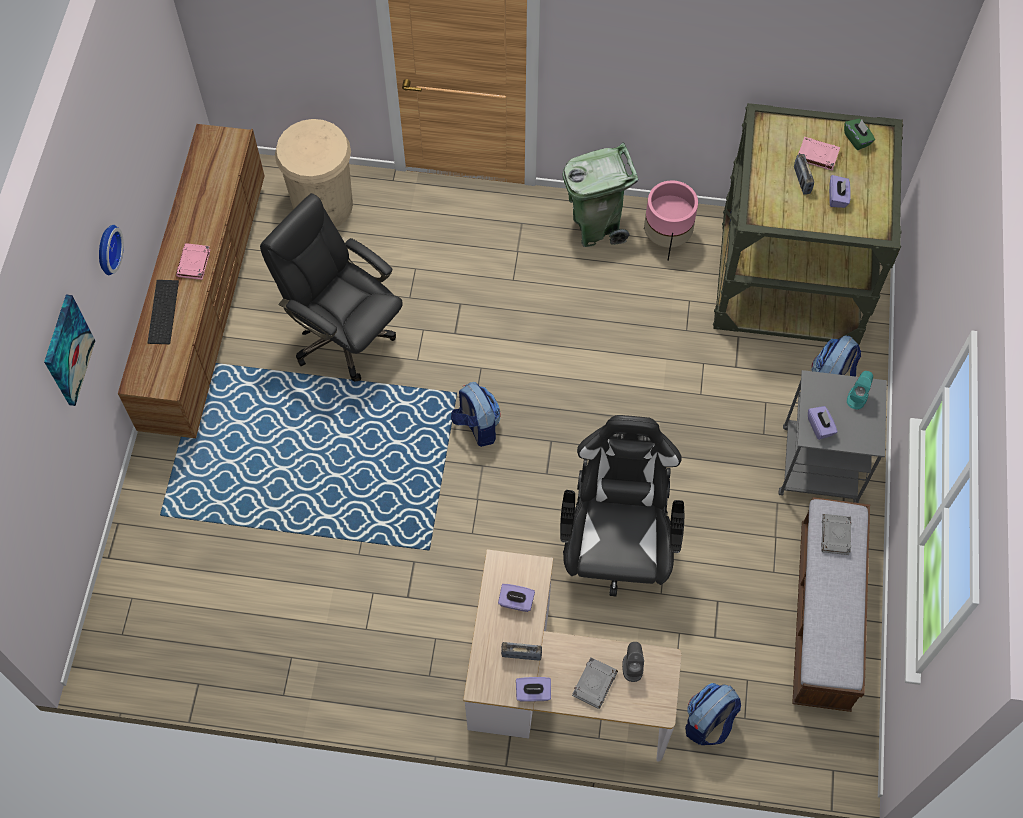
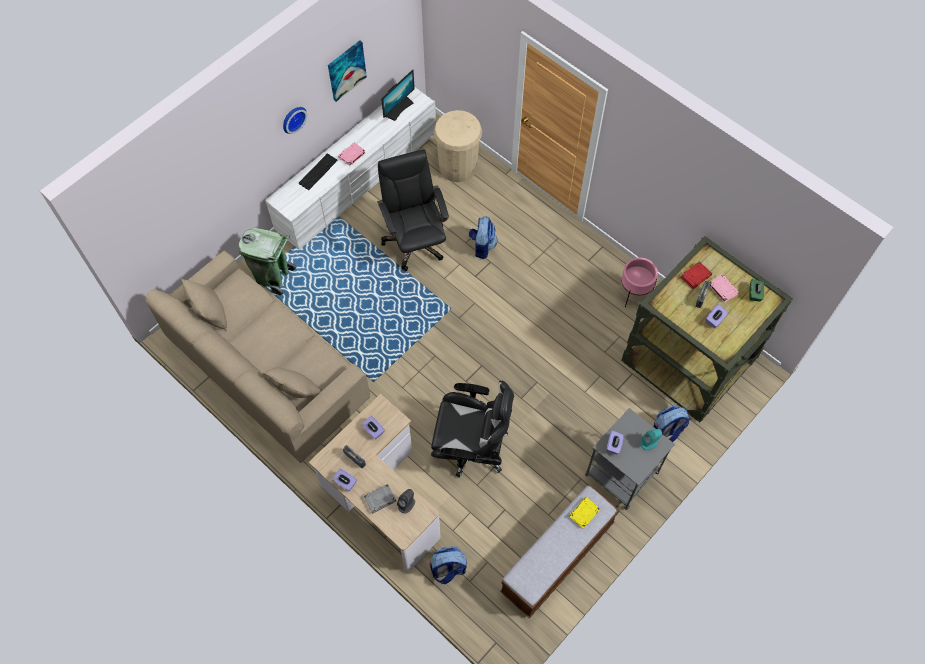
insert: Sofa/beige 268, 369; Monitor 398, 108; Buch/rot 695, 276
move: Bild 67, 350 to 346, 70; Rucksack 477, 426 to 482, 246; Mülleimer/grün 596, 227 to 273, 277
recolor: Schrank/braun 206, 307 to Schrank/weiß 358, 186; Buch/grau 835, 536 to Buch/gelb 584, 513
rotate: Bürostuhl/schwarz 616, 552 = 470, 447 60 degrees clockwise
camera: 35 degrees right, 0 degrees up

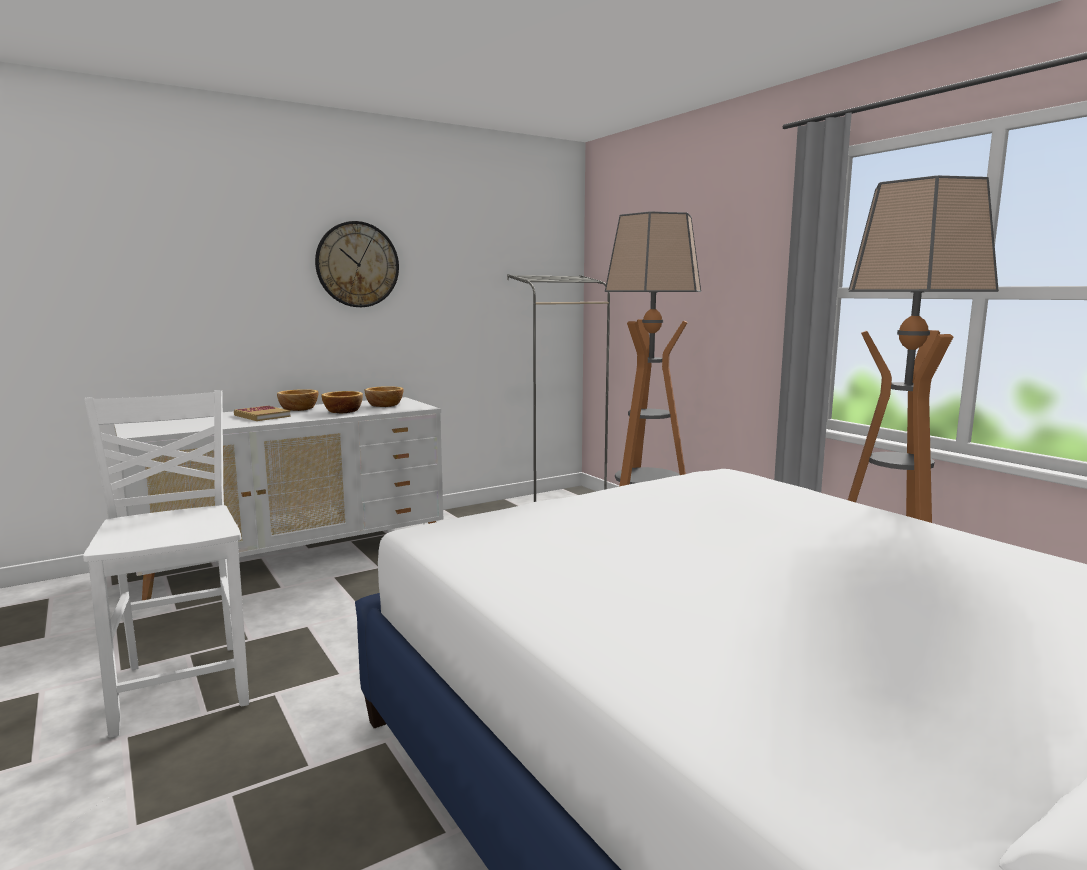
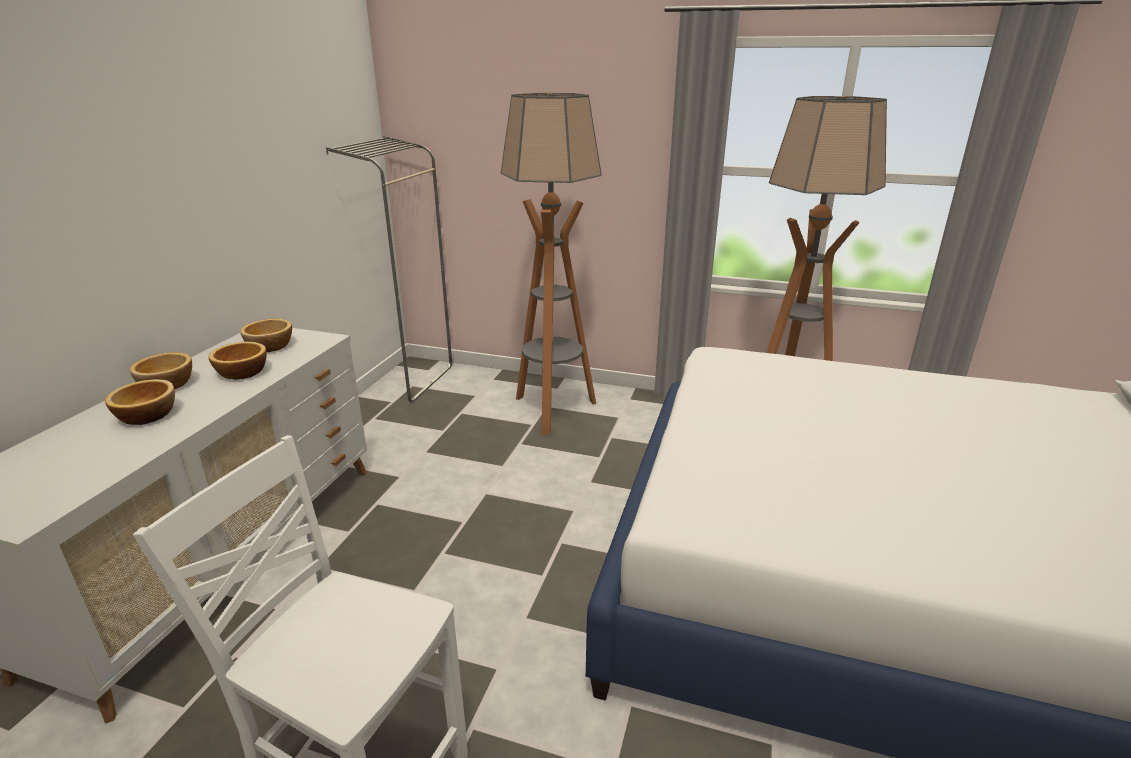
delete: Wanduhr 357, 264
replace: Buch 262, 416 to Schüssel 146, 415
camera: 40 degrees left, 15 degrees up

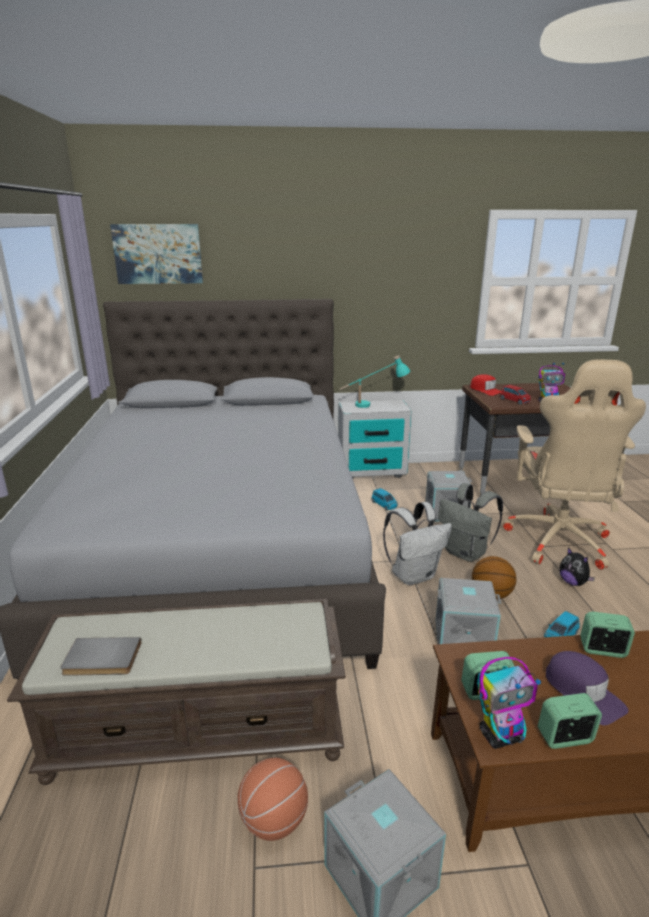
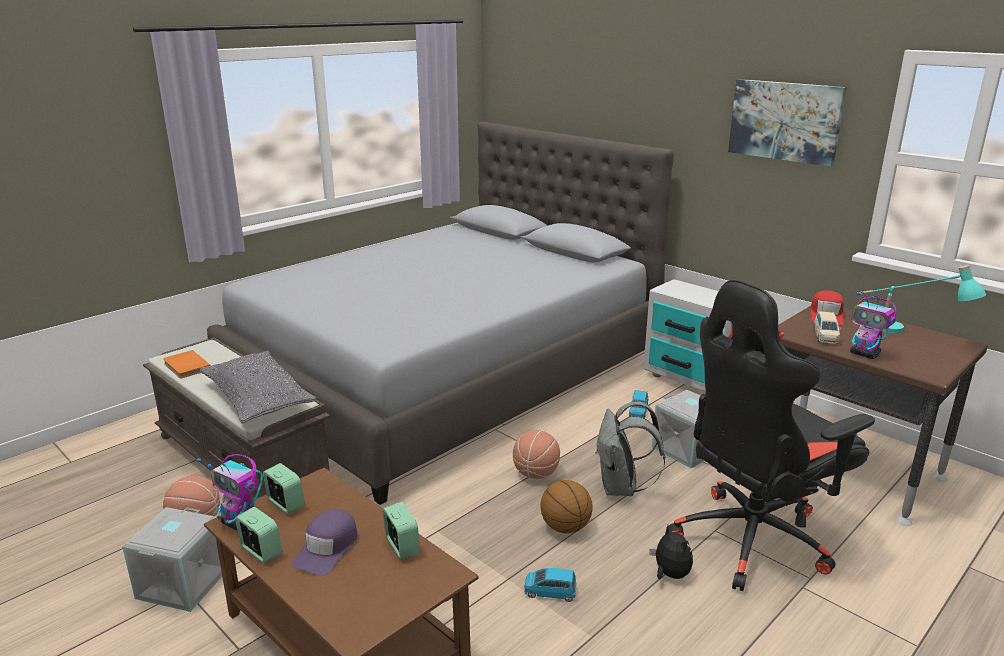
delete: Aufbewahrungsbox/grau 463, 637
insert: Kissen/grau 258, 399
move: Bild 158, 254 to 785, 121; Tischlampe/türkis 373, 405 to 908, 334
replace: Rucksack/weiß 414, 575 to Basketball 536, 474
recolor: Buch/grau 101, 660 to Buch/orange 185, 367; Spielzeugauto/rot 514, 400 to Spielzeugauto/beige 825, 336; Bürostuhl/beige 556, 536 to Bürostuhl/schwarz 760, 535
rotate: Plüschtier 573, 582 = 670, 574 135 degrees clockwise
camera: 50 degrees right, 0 degrees up

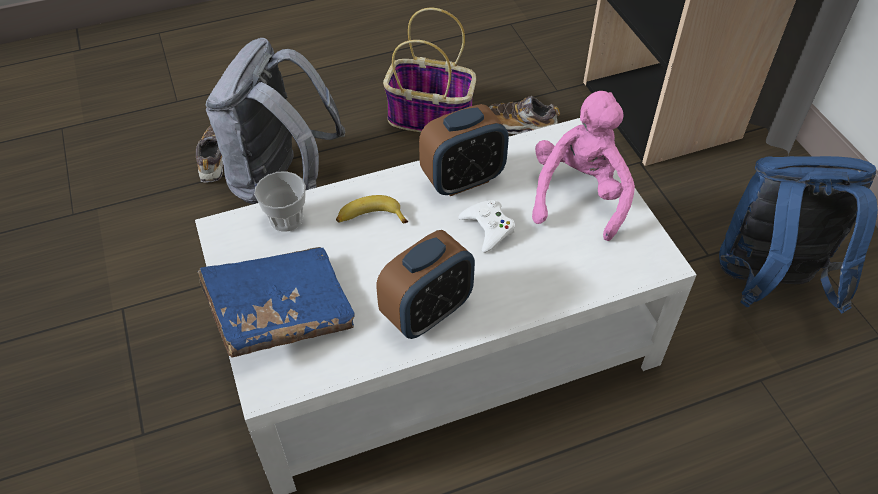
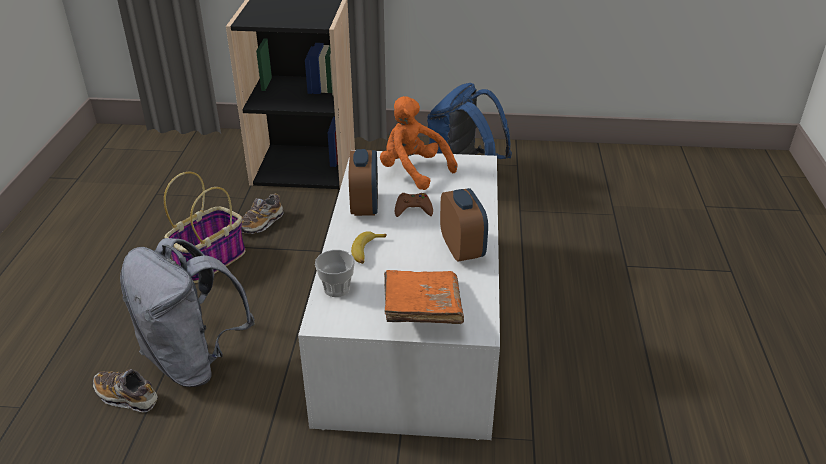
recolor: Buch/blau 281, 313 to Buch/orange 421, 310; Gamepad/weiß 488, 228 to Gamepad/braun 413, 209; Plüschtier/rosa 579, 195 to Plüschtier/orange 413, 171
camera: 65 degrees left, 15 degrees down

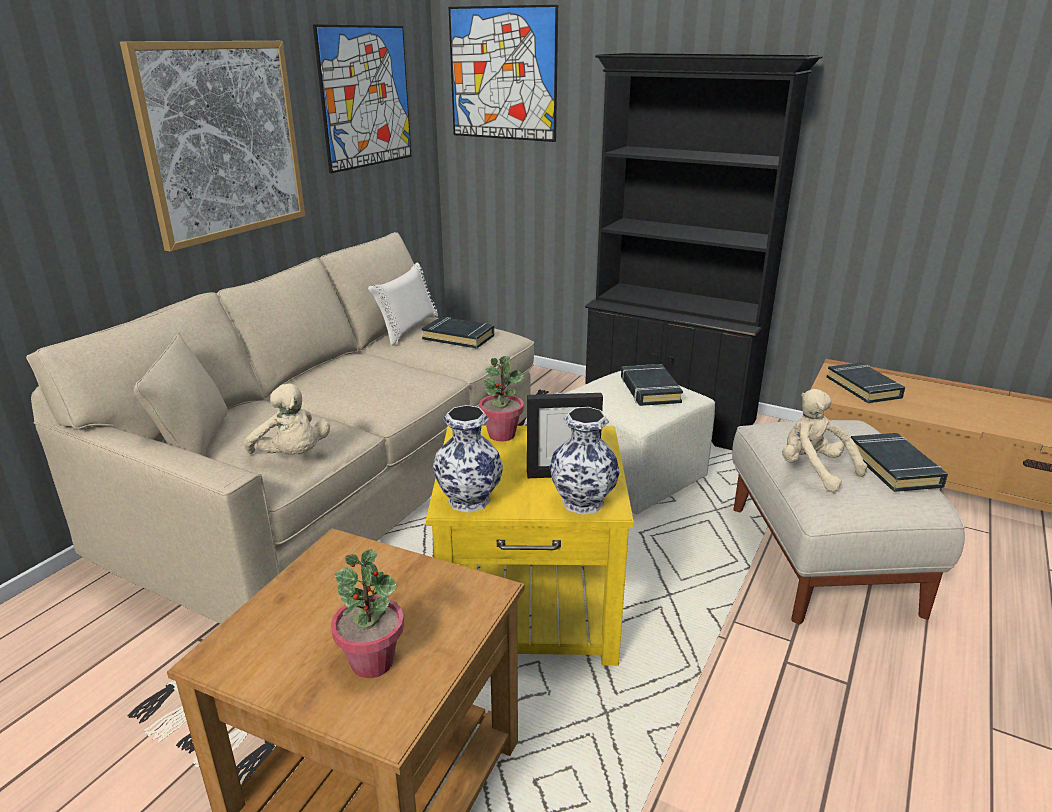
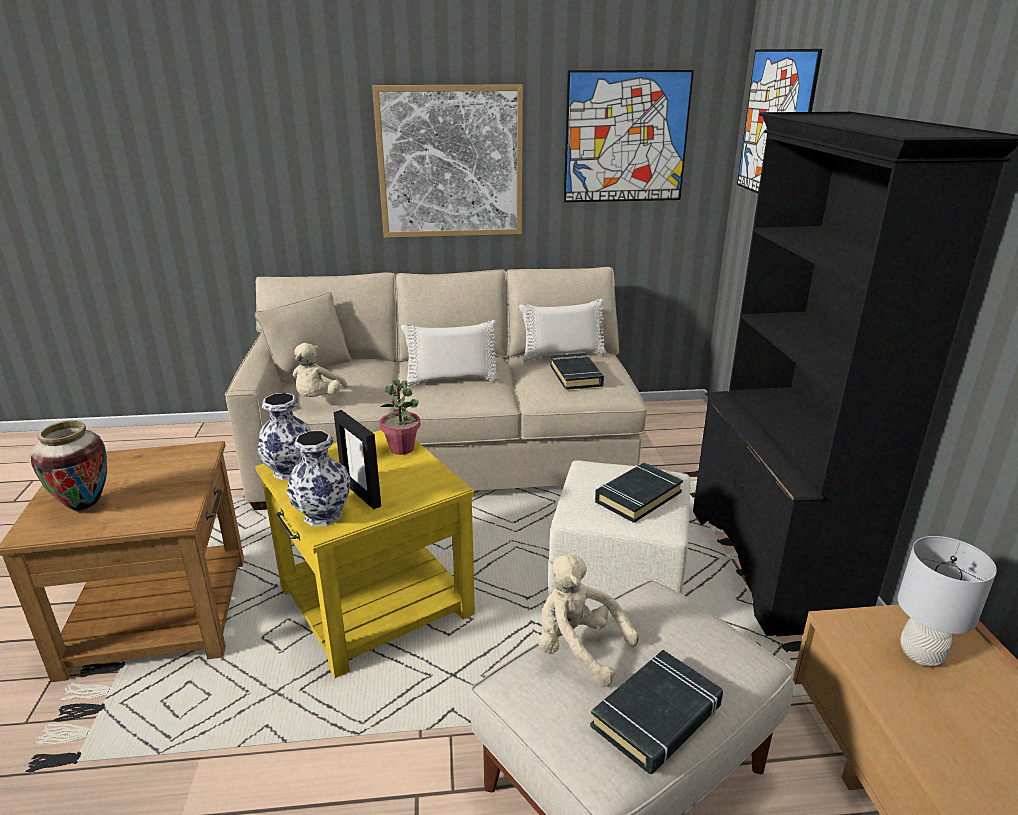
insert: Kissen/weiß 451, 380
replace: Topfpflanze 372, 662 to Vase 85, 506; Buch/schwarz 864, 387 to Tischlampe/grau 922, 655
rotate: Plüschtier/beige 813, 470 = 578, 648 75 degrees counterclockwise
camera: 55 degrees right, 0 degrees up

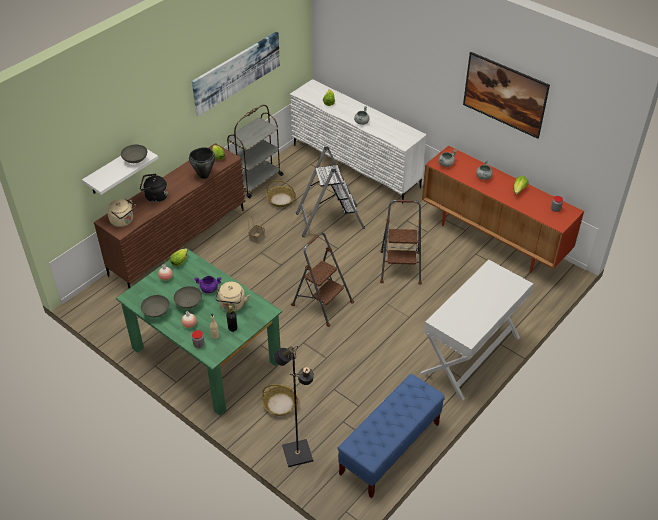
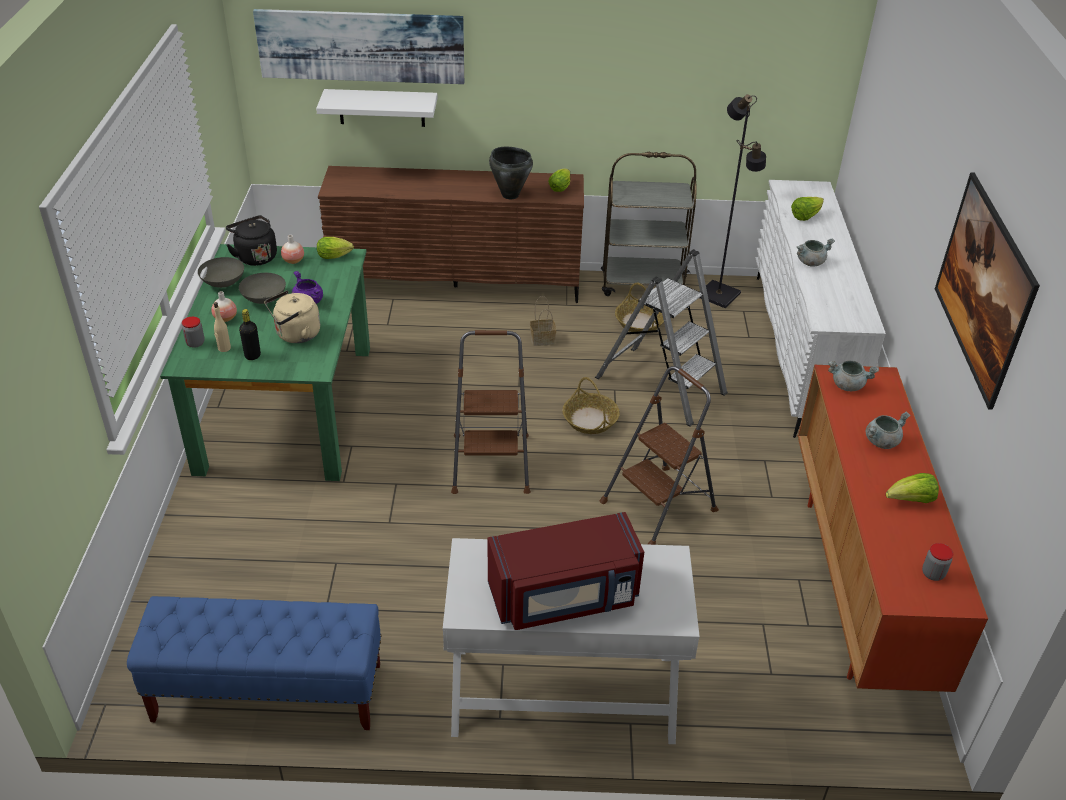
delete: Wasserkessel/beige 123, 221; Schüssel/grau 135, 160
insert: Mikrowelle/rot 564, 597
move: Wasserkessel/schwarz 155, 197 to 255, 256; Bild 237, 72 to 361, 46; Korb 280, 404 to 590, 420; Stehlampe/schwarz 297, 453 to 718, 295
camera: 50 degrees right, 5 degrees down

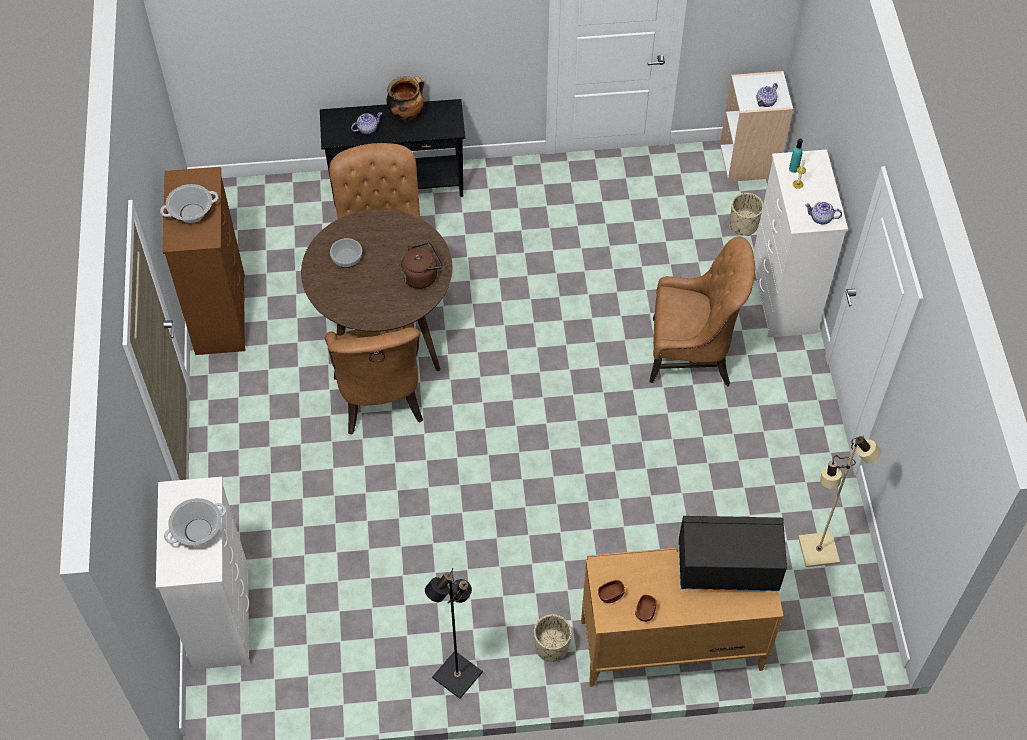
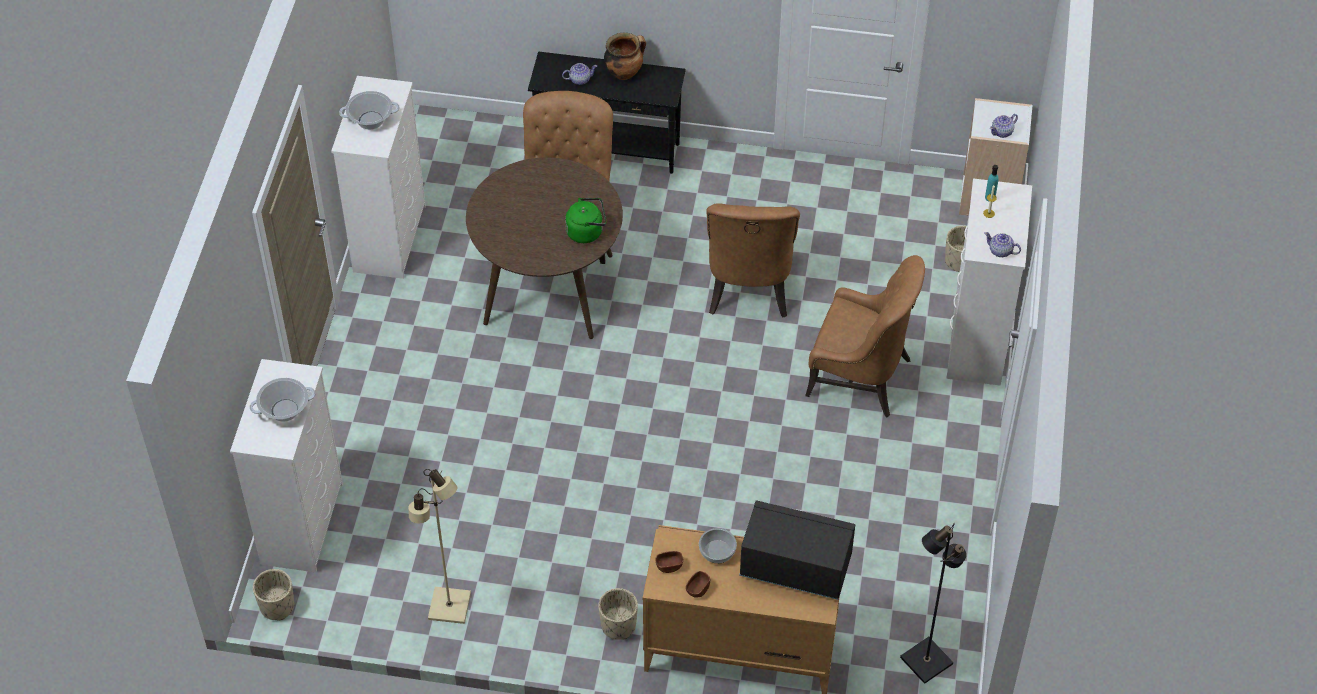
insert: Pflanzkübel/beige 277, 606
move: Stuhl/braun 379, 396 to 749, 285; Schüssel 346, 258 to 717, 551; Stehlampe/schwarz 457, 675 to 926, 661; Stehlampe/beige 818, 550 to 449, 606
recolor: Kommode/braun 221, 313 to Kommode/weiß 390, 237; Wasserkessel/braun 422, 276 to Wasserkessel/grün 587, 231
camera: 15 degrees right, 5 degrees down

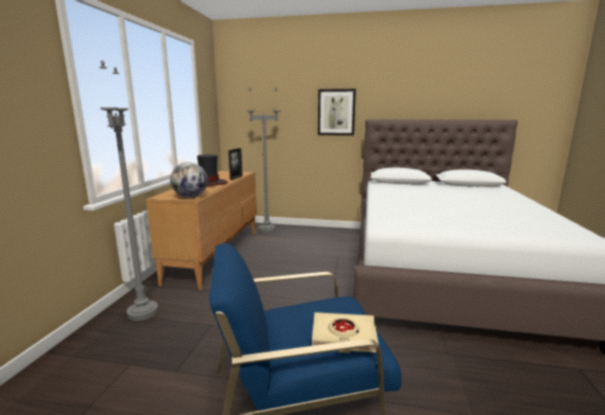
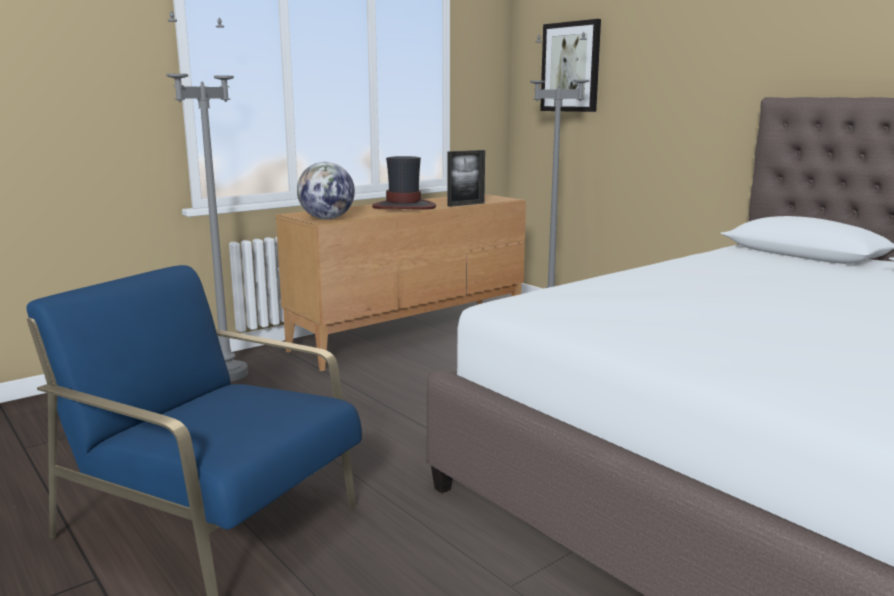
delete: Buch/beige 343, 336
move: Bild 336, 112 to 571, 67
camera: 40 degrees right, 0 degrees up

